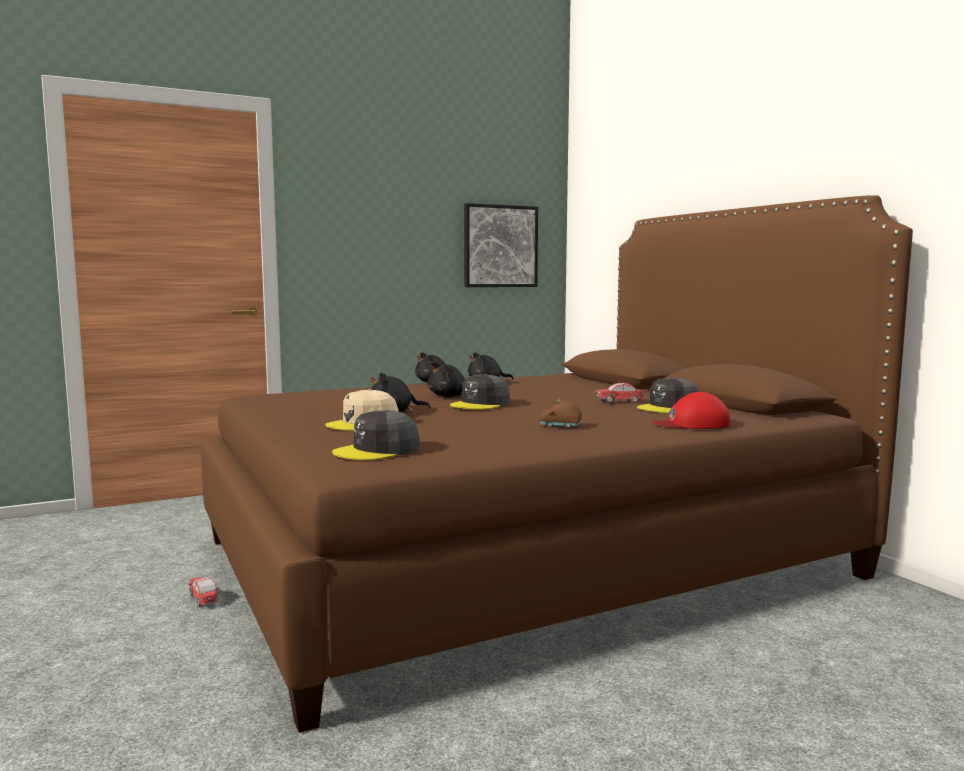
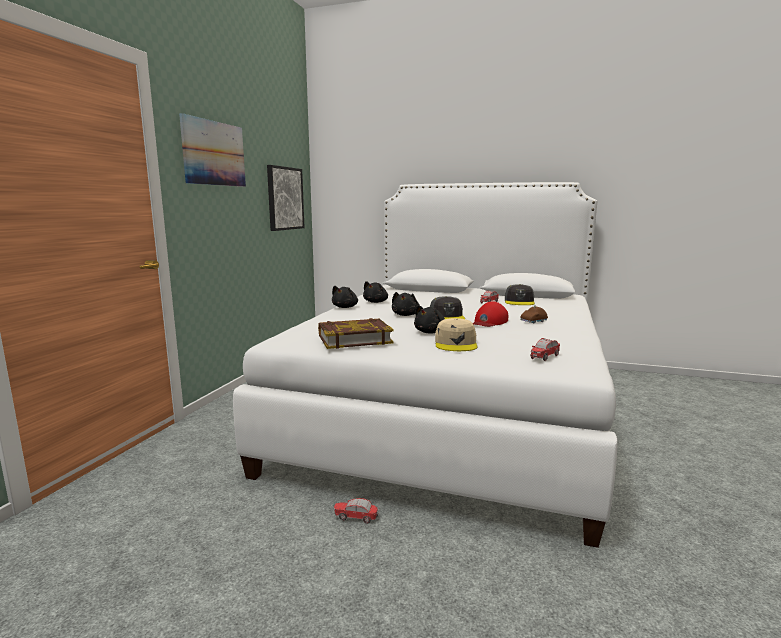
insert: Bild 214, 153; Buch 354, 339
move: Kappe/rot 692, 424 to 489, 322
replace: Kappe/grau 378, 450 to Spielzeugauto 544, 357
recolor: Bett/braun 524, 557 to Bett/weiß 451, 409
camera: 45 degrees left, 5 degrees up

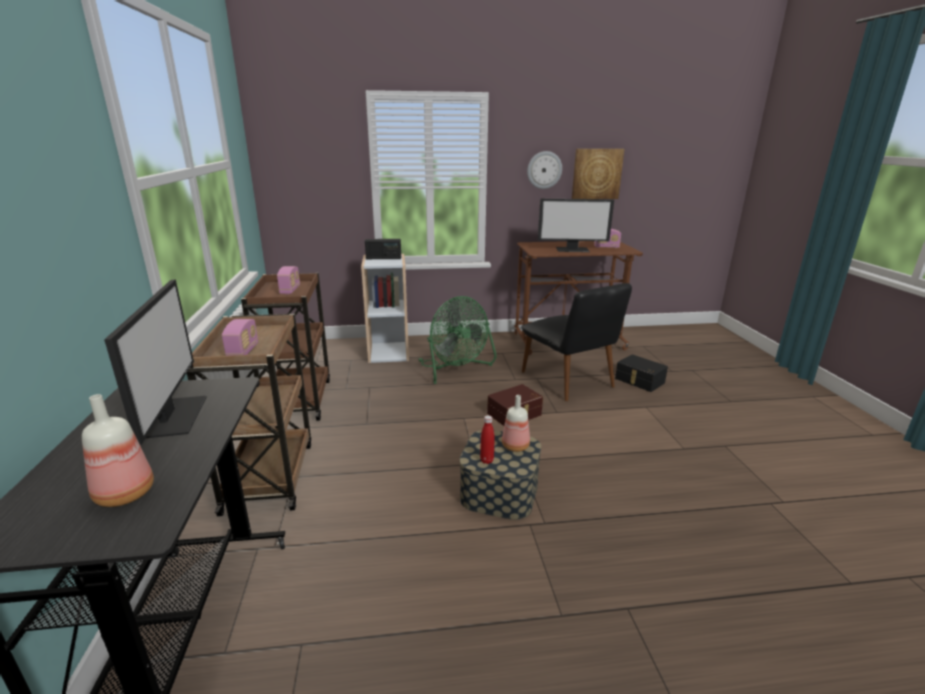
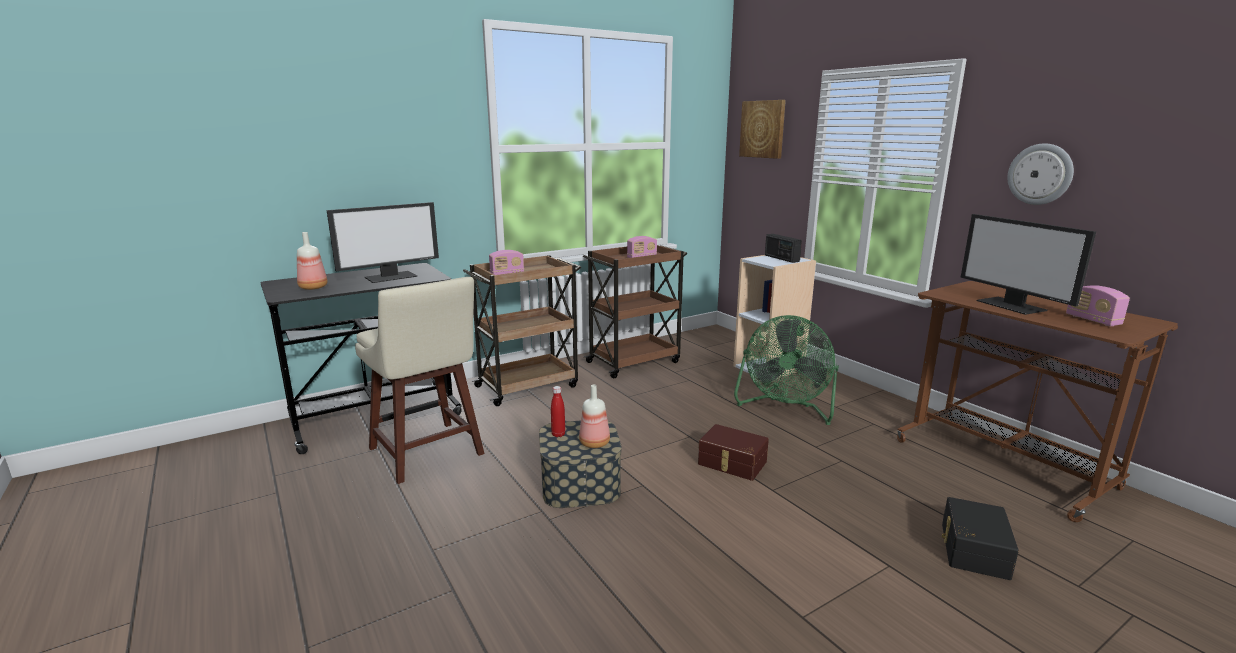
delete: Stuhl/schwarz 566, 379
insert: Hocker/beige 427, 453
move: Bild 596, 174 to 763, 129
camera: 65 degrees right, 5 degrees down

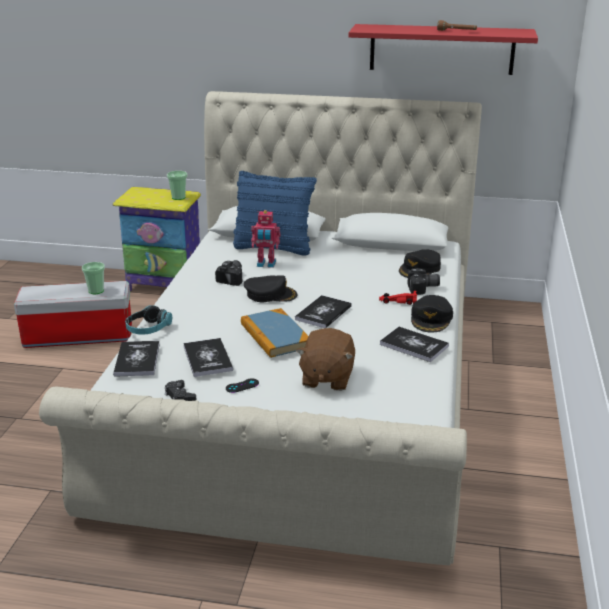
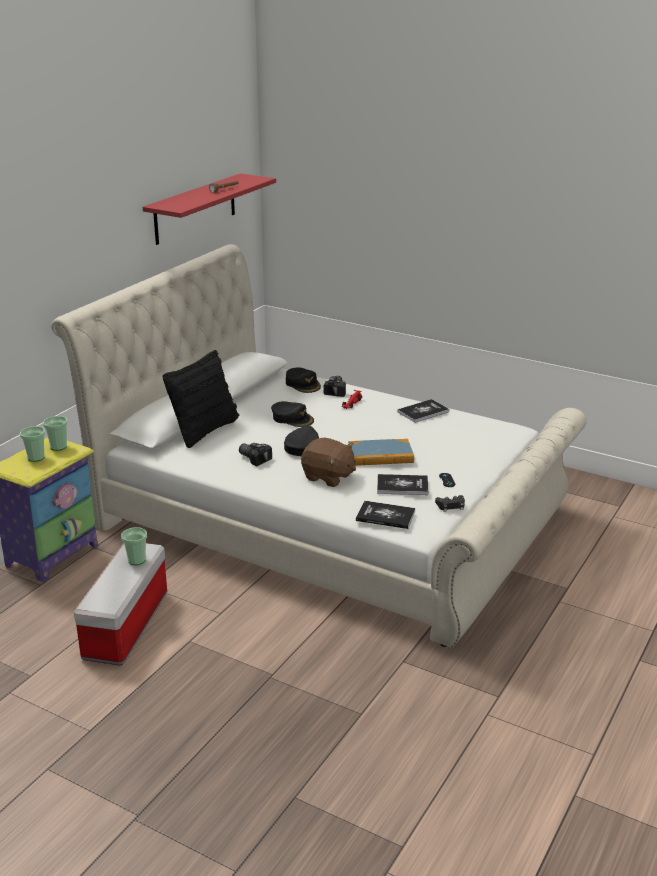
delete: Kopfhörer 148, 329; Spielzeugroboter 266, 264; Buch 323, 313
insert: Tasse 36, 457
move: Plüschtier/braun 326, 378 to 328, 477; Kappe/schwarz 431, 319 to 292, 418
recolor: Kissen/blau 274, 248 to Kissen/schwarz 204, 431
camera: 70 degrees left, 0 degrees up

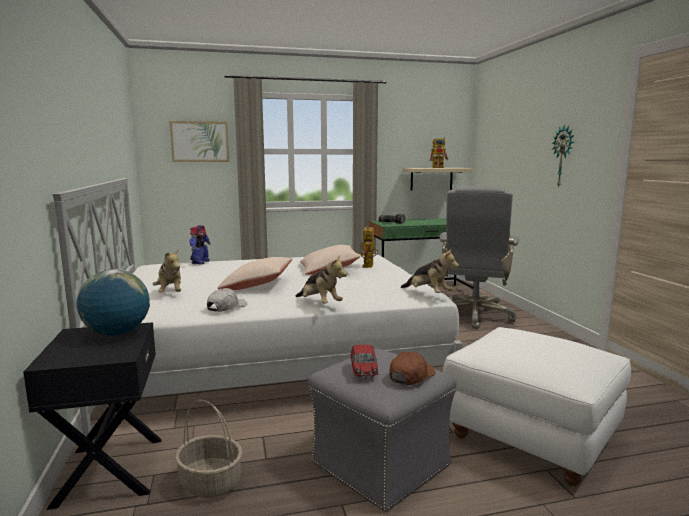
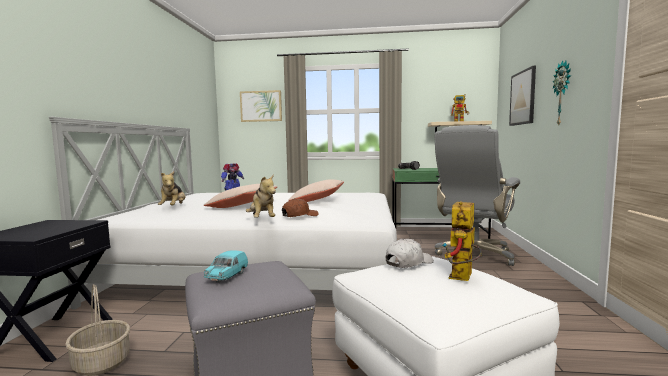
delete: Globus 117, 333; Plüschtier 428, 294
insert: Bild 523, 98
move: Kappe/weiß 226, 307 to 408, 263; Spielzeugroboter 369, 267 to 462, 278; Kappe/braun 411, 376 to 299, 215
recolor: Spielzeugauto/rot 364, 372 to Spielzeugauto/türkis 227, 277
camera: 20 degrees right, 5 degrees down

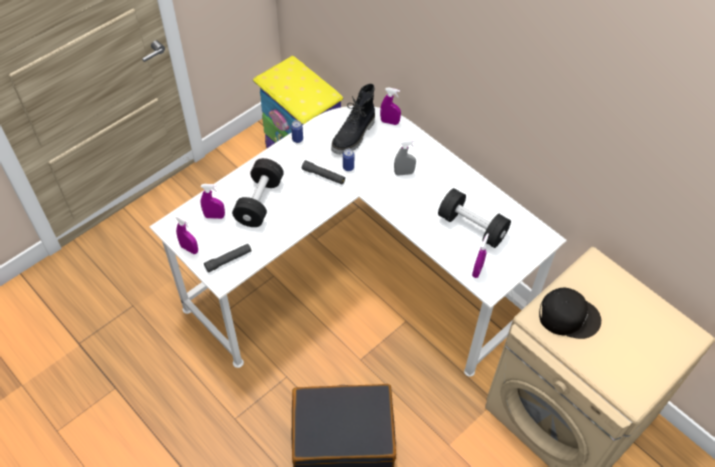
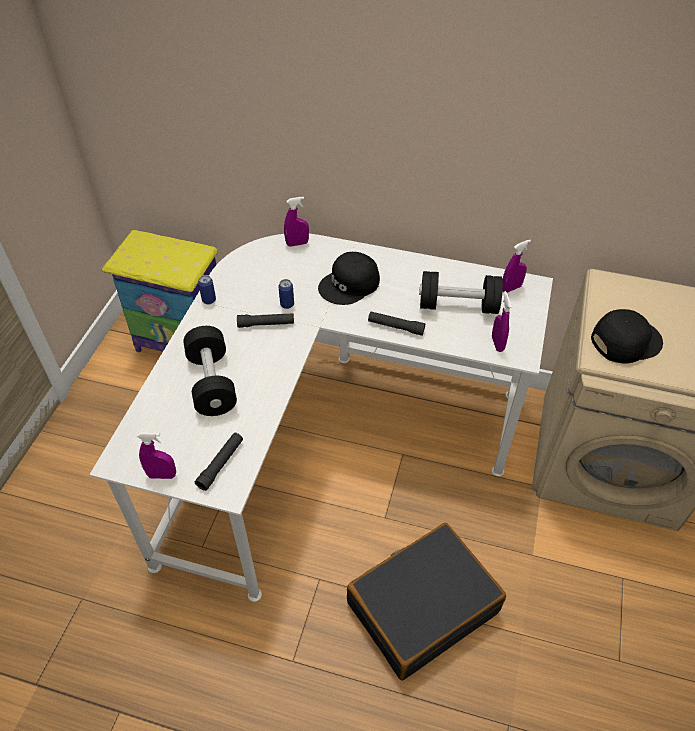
delete: Stiefel/schwarz 354, 136
insert: Taschenlampe/schwarz 395, 327
move: Sprühflasche/lila 214, 216 to 511, 288
replace: Sprühflasche/grau 404, 173 to Kappe/schwarz 350, 285
camera: 30 degrees left, 5 degrees down

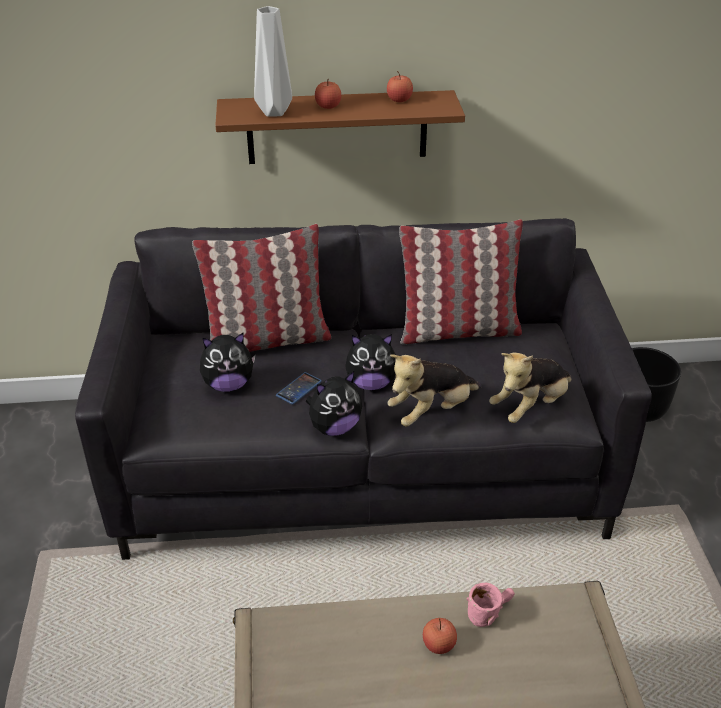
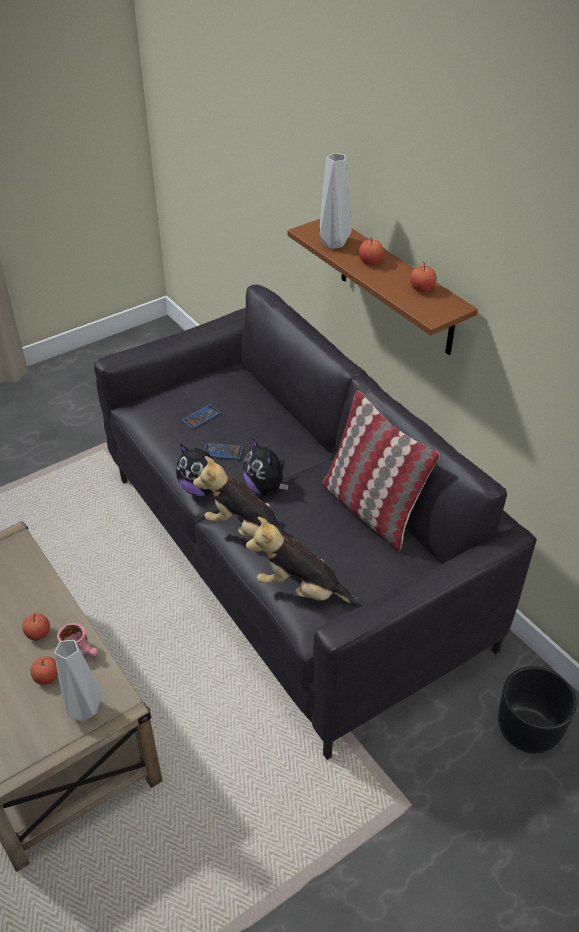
delete: Kissen 267, 340
insert: Apfel 47, 677; Vase/grau 86, 709
replace: Plüschtier 228, 385 to Handy 201, 417
camera: 60 degrees right, 5 degrees up

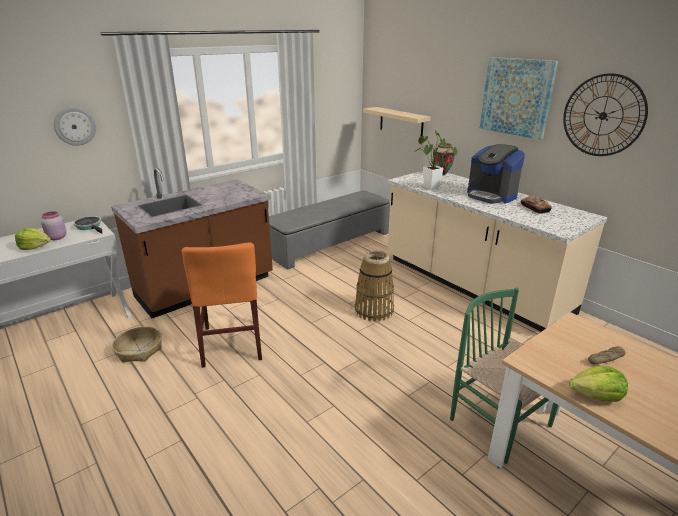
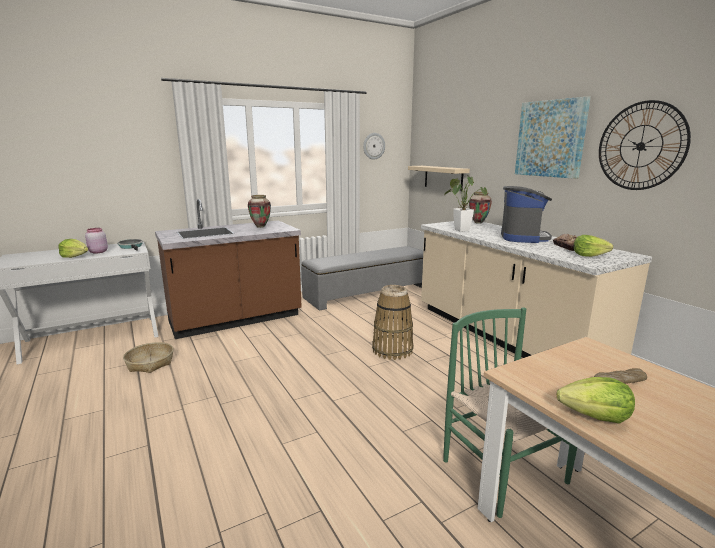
delete: Stuhl/orange 232, 343
insert: Vase 260, 226; Salatkopf 589, 255
move: Wanduhr 75, 126 to 373, 146
rotate: Kaffeemaschine 491, 196 = 523, 237 135 degrees counterclockwise
camera: 10 degrees right, 10 degrees down

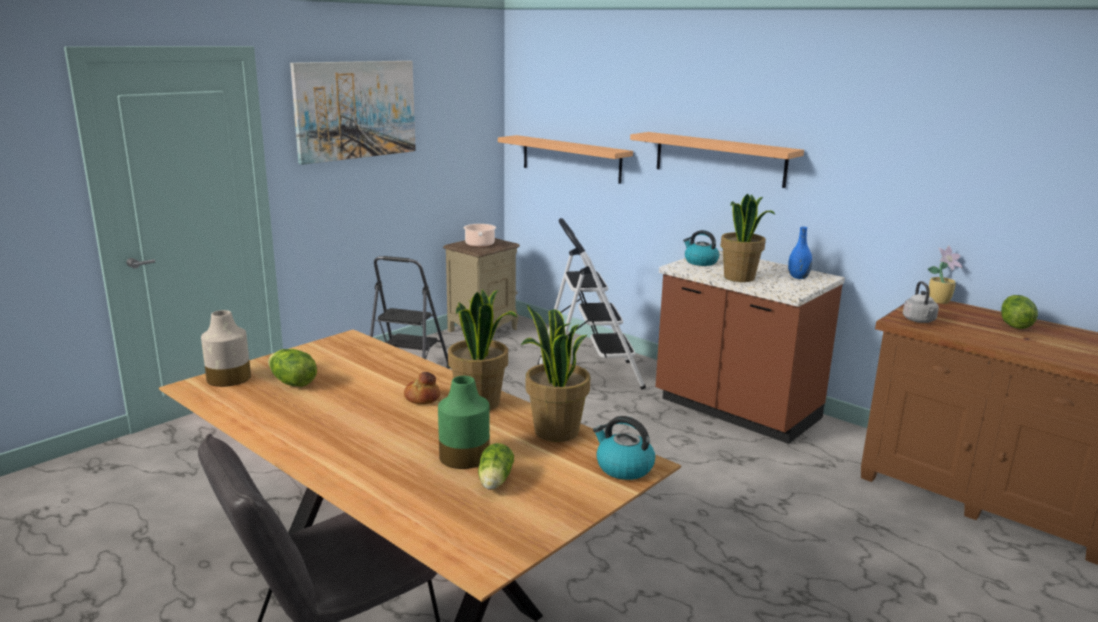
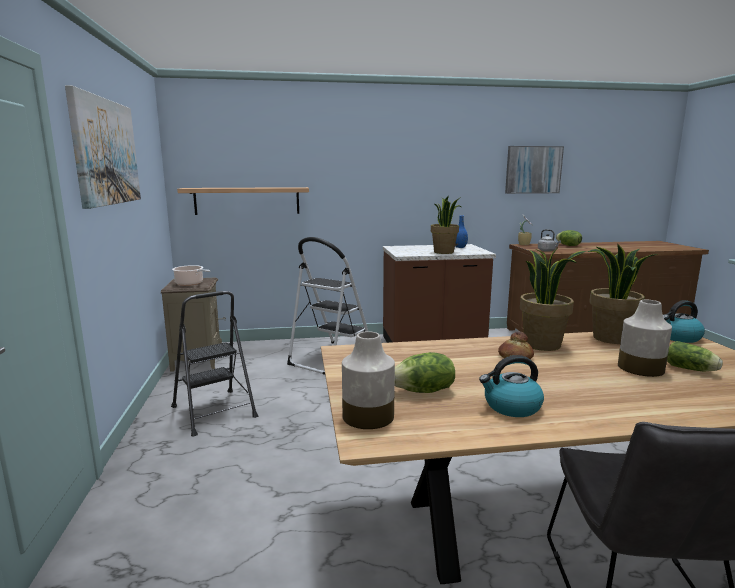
delete: Wandregal 719, 159
insert: Bild 533, 170
move: Wasserkessel 700, 262 to 511, 407
recolor: Vase/grün 464, 455 to Vase/beige 640, 368
camera: 50 degrees left, 5 degrees down

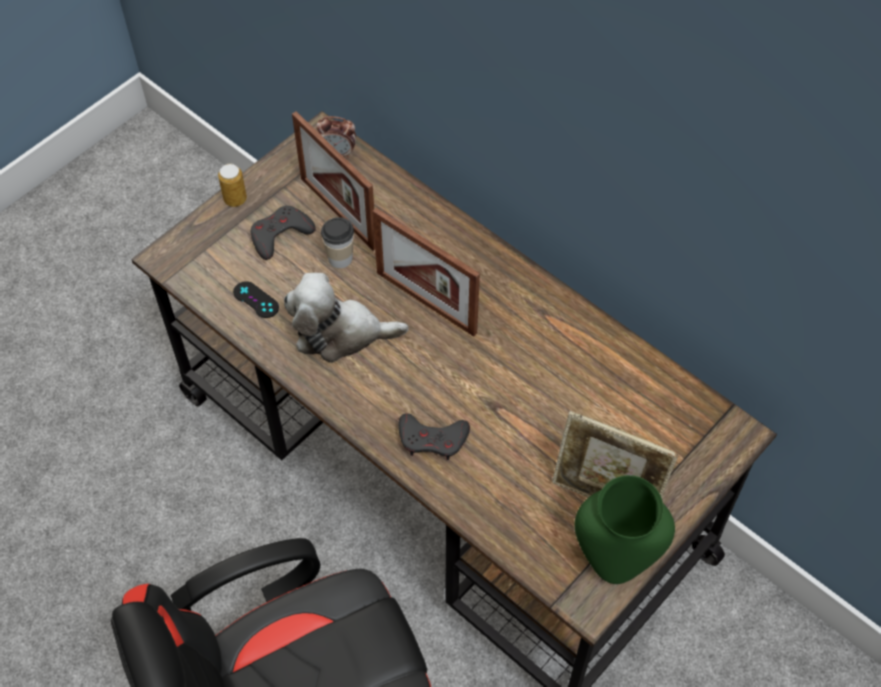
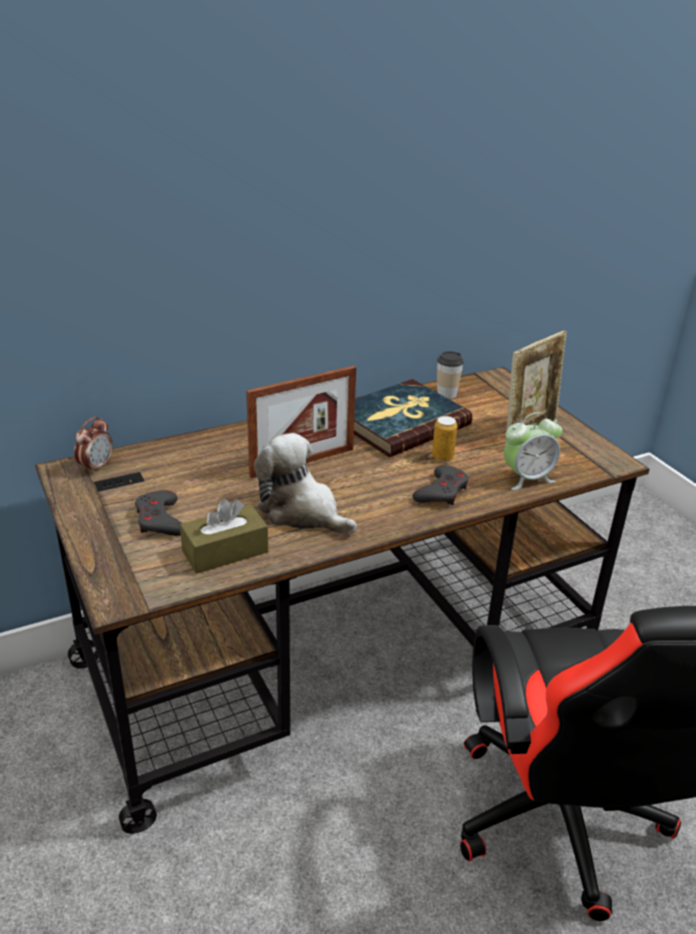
delete: Bilderrahmen 338, 213; Vase/grün 614, 560
insert: Buch 401, 422; Wecker 527, 478
move: Dose 235, 199 to 442, 457; Tasse 340, 258 to 446, 393
replace: Gamepad/schwarz 256, 300 to Taschentuchbox/braun 225, 551
rotate: Plüschtier 340, 333 = 302, 512 105 degrees clockwise
camera: 70 degrees left, 25 degrees down

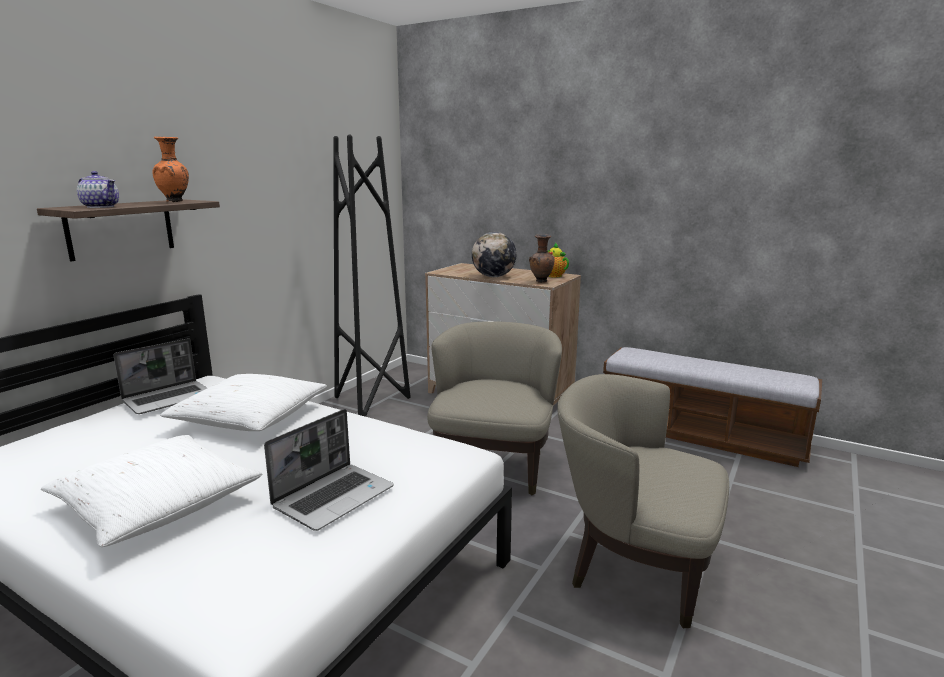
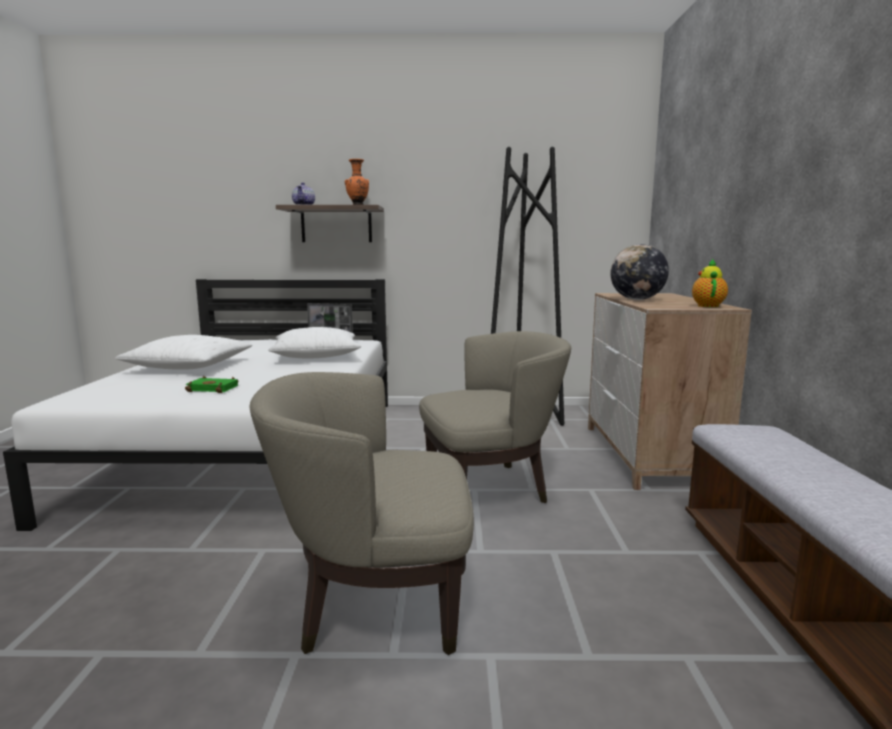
delete: Vase/braun 541, 282
replace: Laptop 334, 497 to Buch/grün 214, 388
rotate: Sessel/beige 634, 567 = 374, 602 90 degrees counterclockwise
camera: 60 degrees right, 5 degrees down

